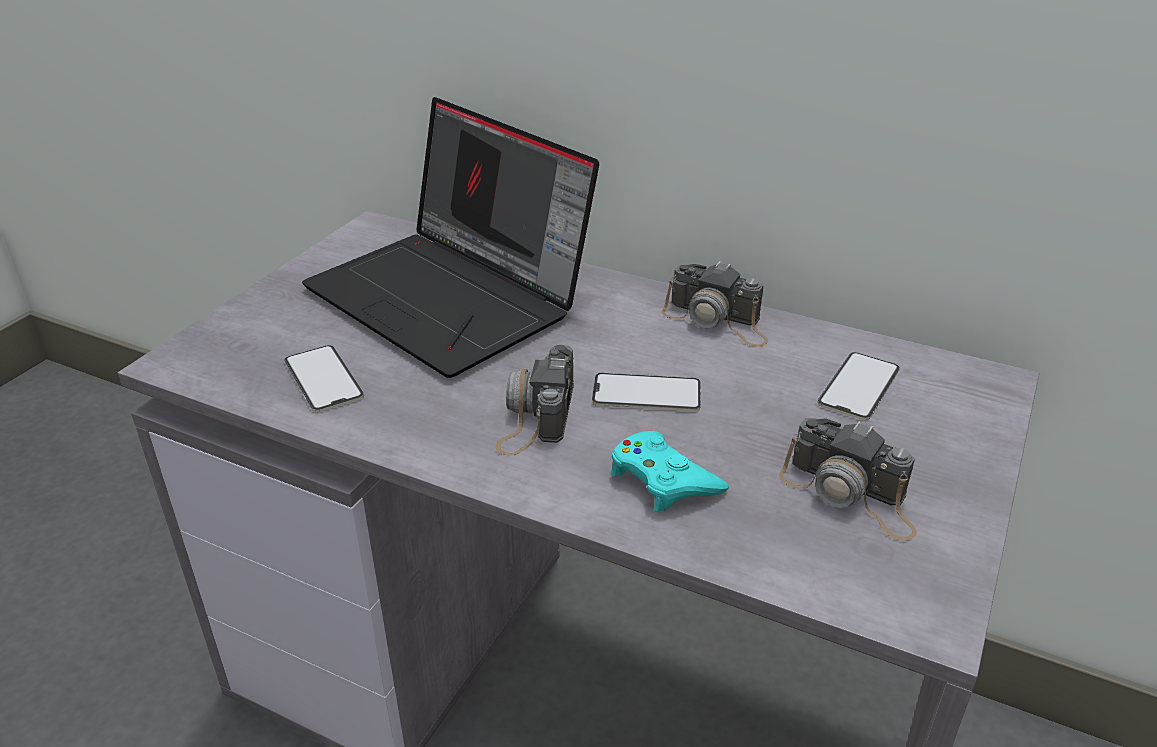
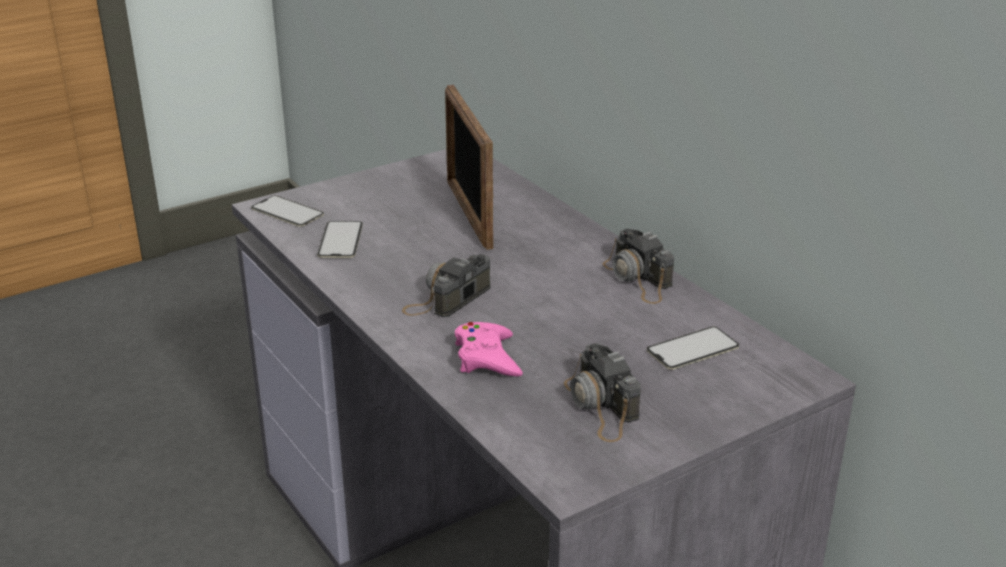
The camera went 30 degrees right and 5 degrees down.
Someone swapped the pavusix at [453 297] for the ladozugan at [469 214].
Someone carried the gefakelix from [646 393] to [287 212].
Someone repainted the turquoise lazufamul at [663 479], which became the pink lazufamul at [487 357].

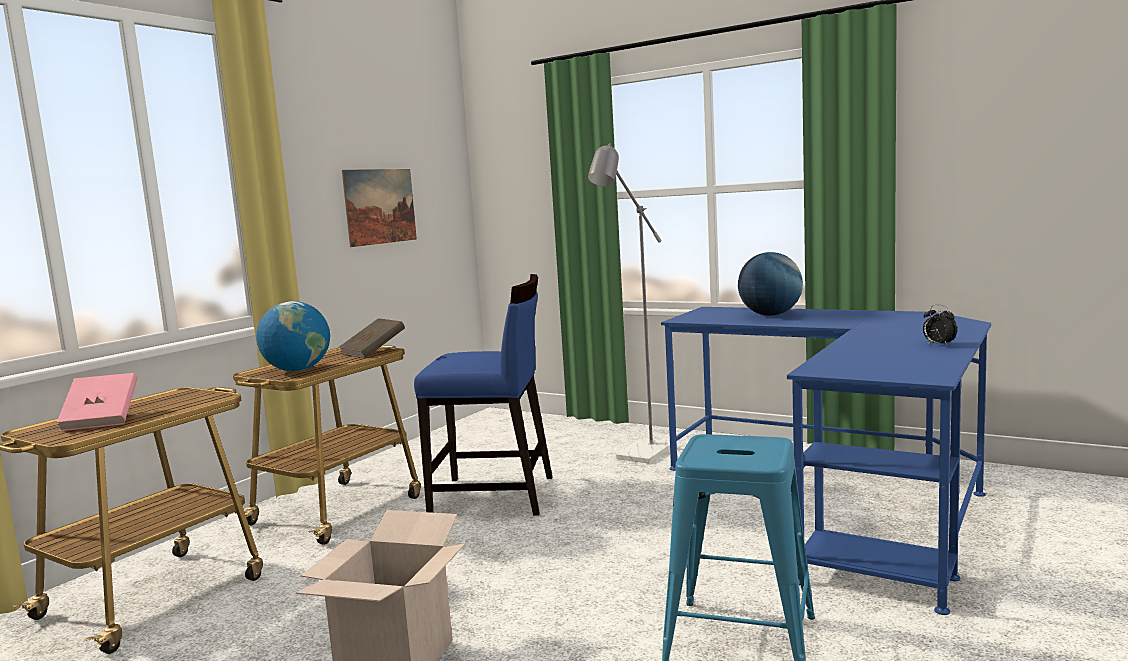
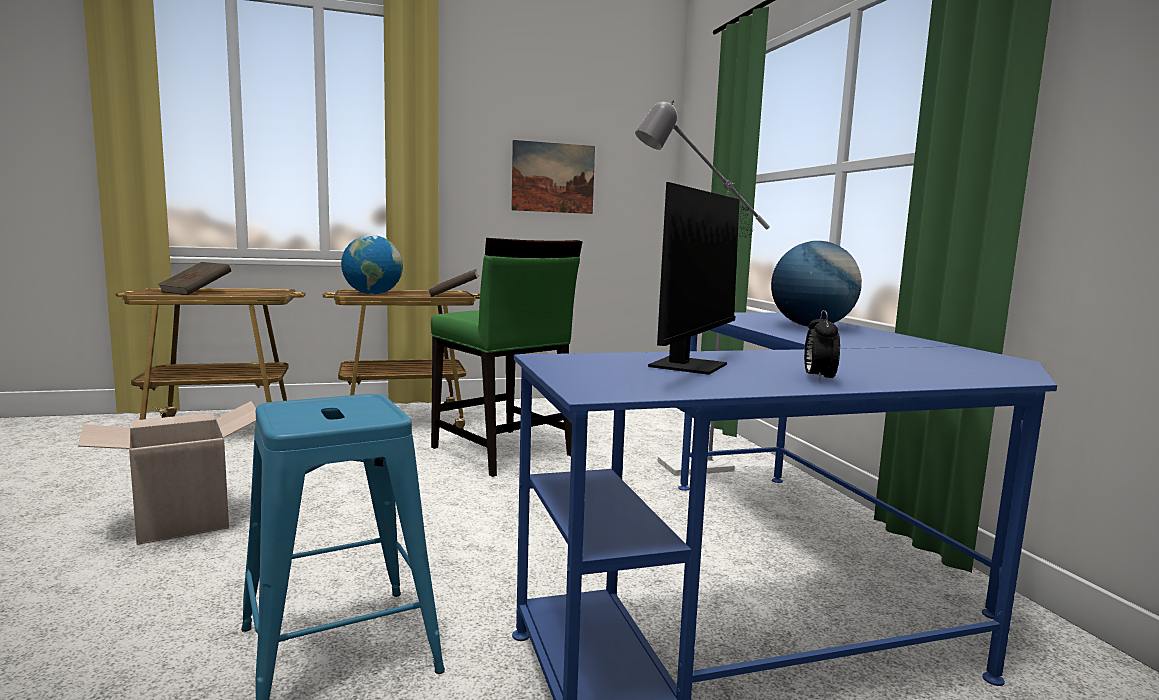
The camera went 40 degrees right and 0 degrees up.
Someone repainted the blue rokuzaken at [494 496], which became the green rokuzaken at [502 452].
Someone repainted the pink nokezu at [102 420], which became the brown nokezu at [196 292].
Someone put down the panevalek at [694 364].

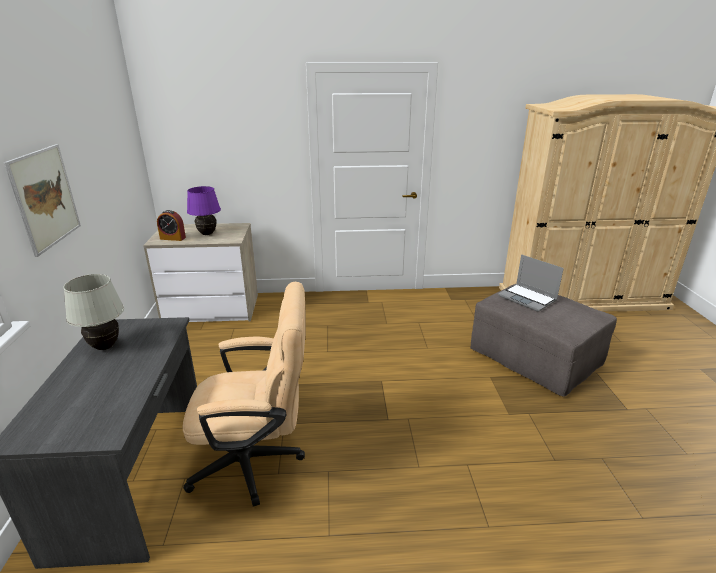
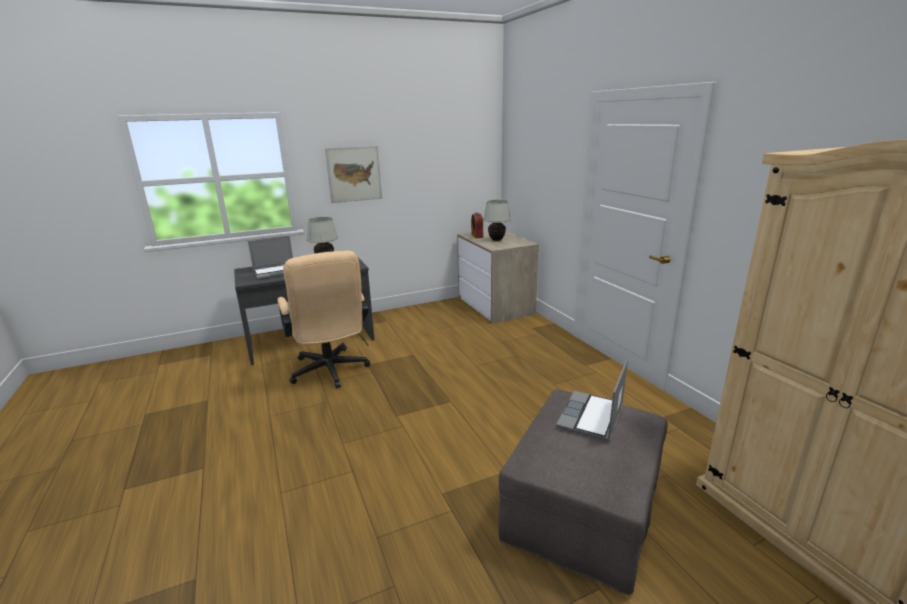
The camera went 70 degrees right and 5 degrees down.
Someone repainted the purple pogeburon at [207 234], which became the white pogeburon at [496 240].
Someone put down the pavusix at [277 272].

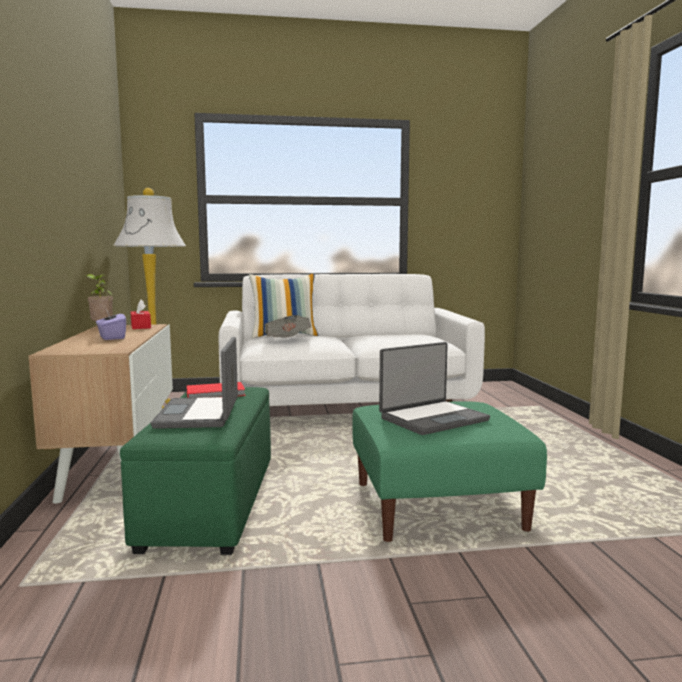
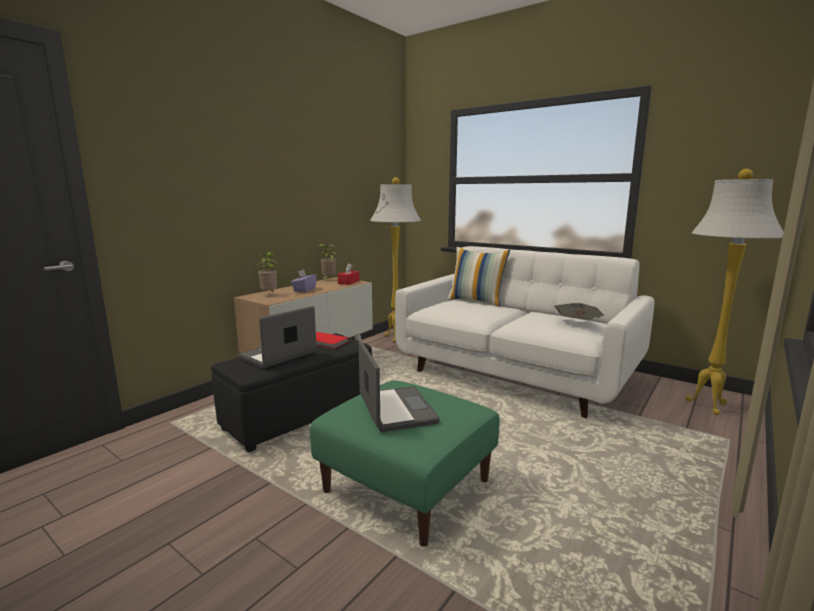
The camera went 45 degrees right and 5 degrees up.
Someone carried the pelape from [287 340] to [578 324].
Someone rotated the pavusix at [432 419] by 120 degrees counterclockwise.
Someone repainted the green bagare at [210 505], which became the black bagare at [299 416].
Someone put down the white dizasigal at [706 406].
Someone put down the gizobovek at [270 294].

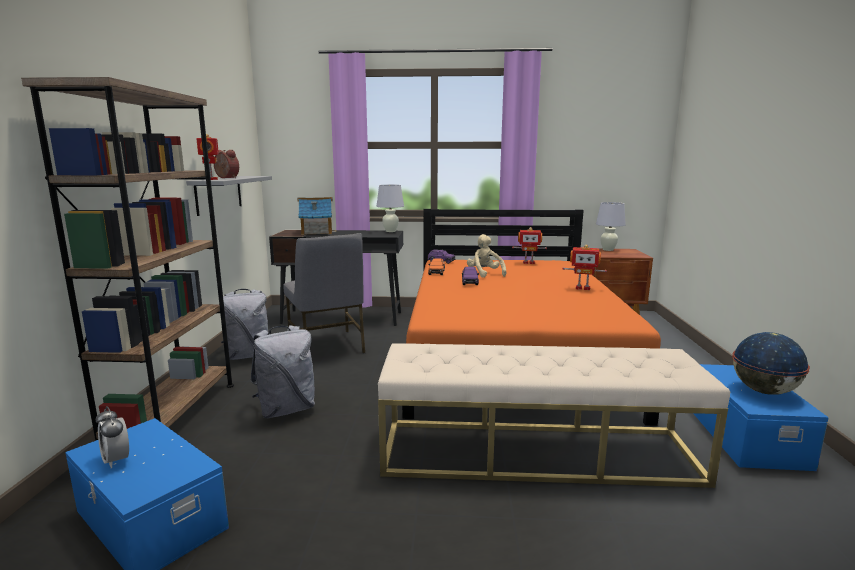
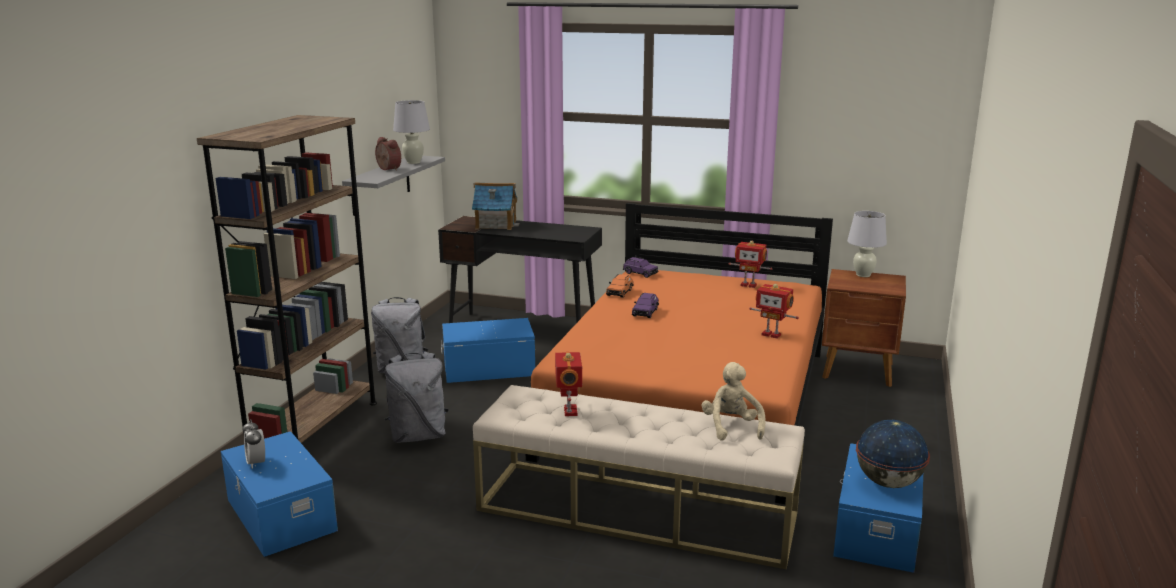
The camera went 15 degrees right and 5 degrees up.
Someone carried the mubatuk from [211 179] to [569 411].
Someone carried the white pogeburon from [390 231] to [413 162].
Someone swapped the grey rokuzaken at [327 346] for the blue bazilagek at [488 368].
Someone carried the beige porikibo from [485 274] to [731 427].

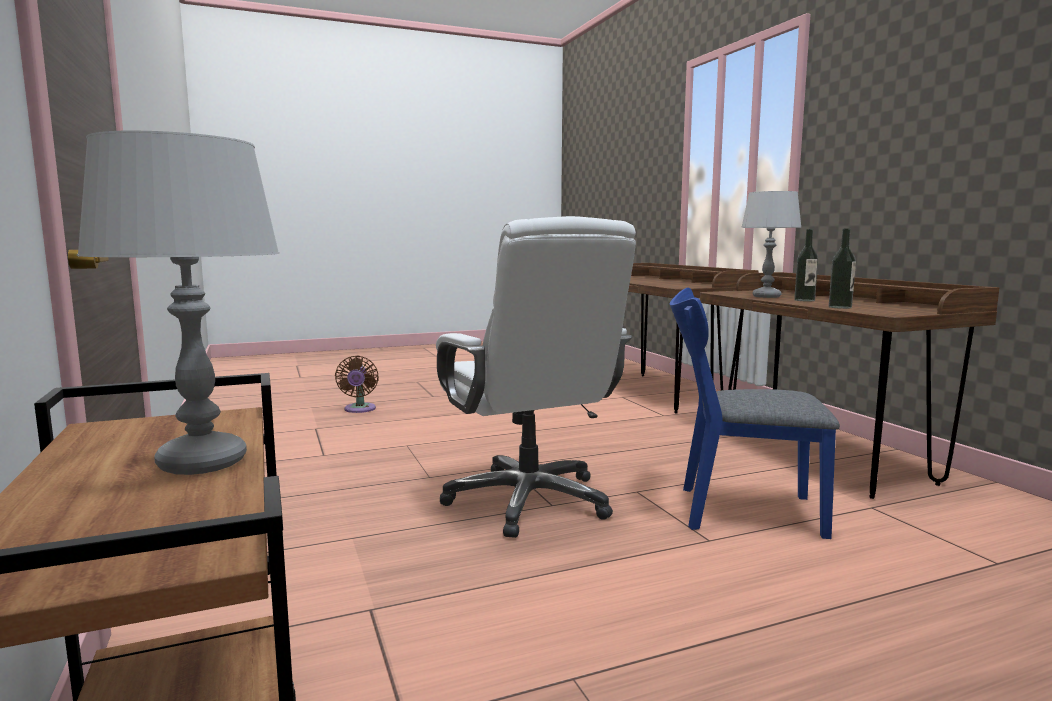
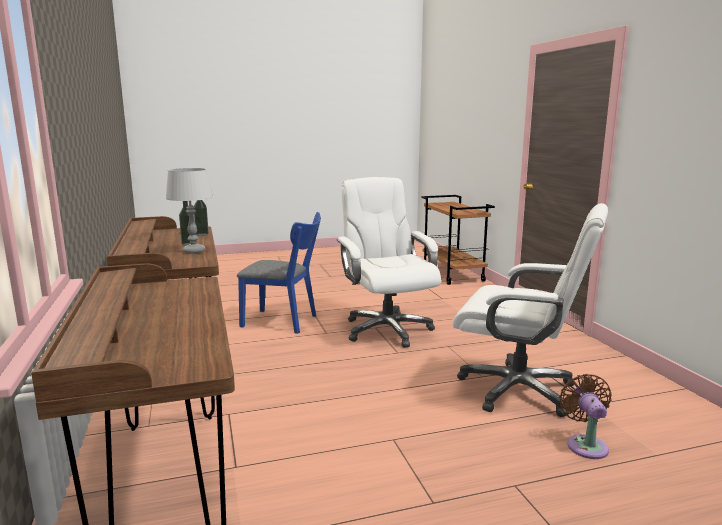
The camera went 175 degrees left and 5 degrees up.
Someone took away the grey pogeburon at [203 463].
Someone put down the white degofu at [518 390].

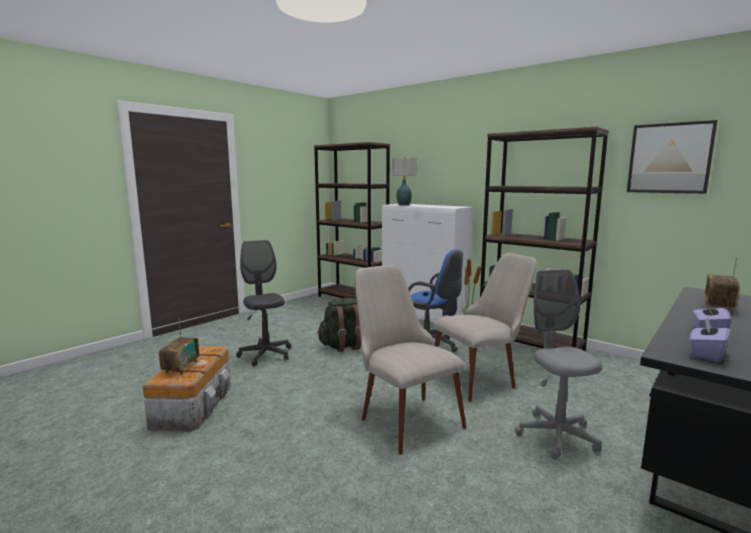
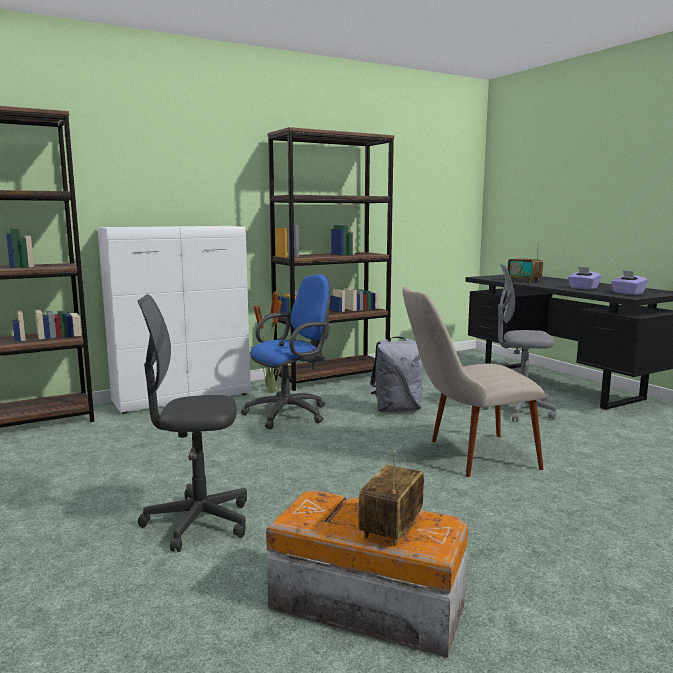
The camera went 70 degrees left and 0 degrees up.
Someone took away the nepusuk at [669 158].
Someone took away the pogeburon at [403 205].
Someone swapped the beige rokuzaken at [481 377] for the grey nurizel at [397 409].
Someone took away the green nurizel at [345 346].
Someone rotated the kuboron at [181 367] by 90 degrees counterclockwise.

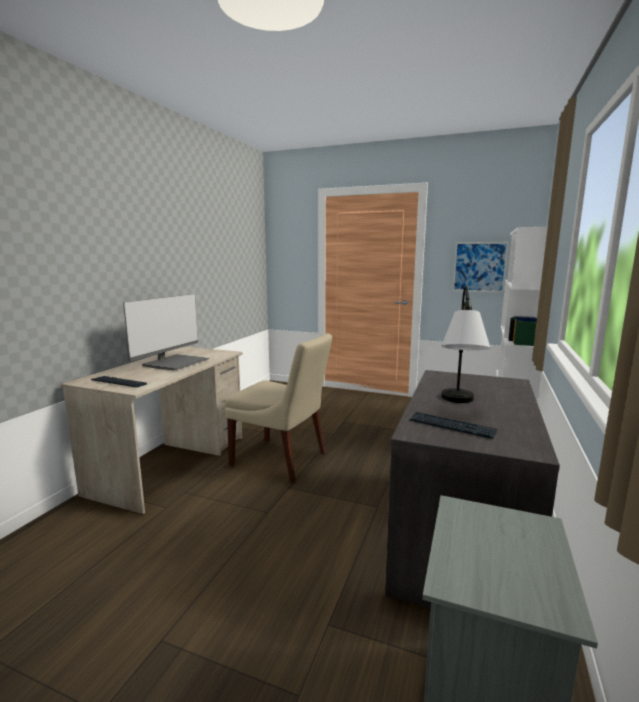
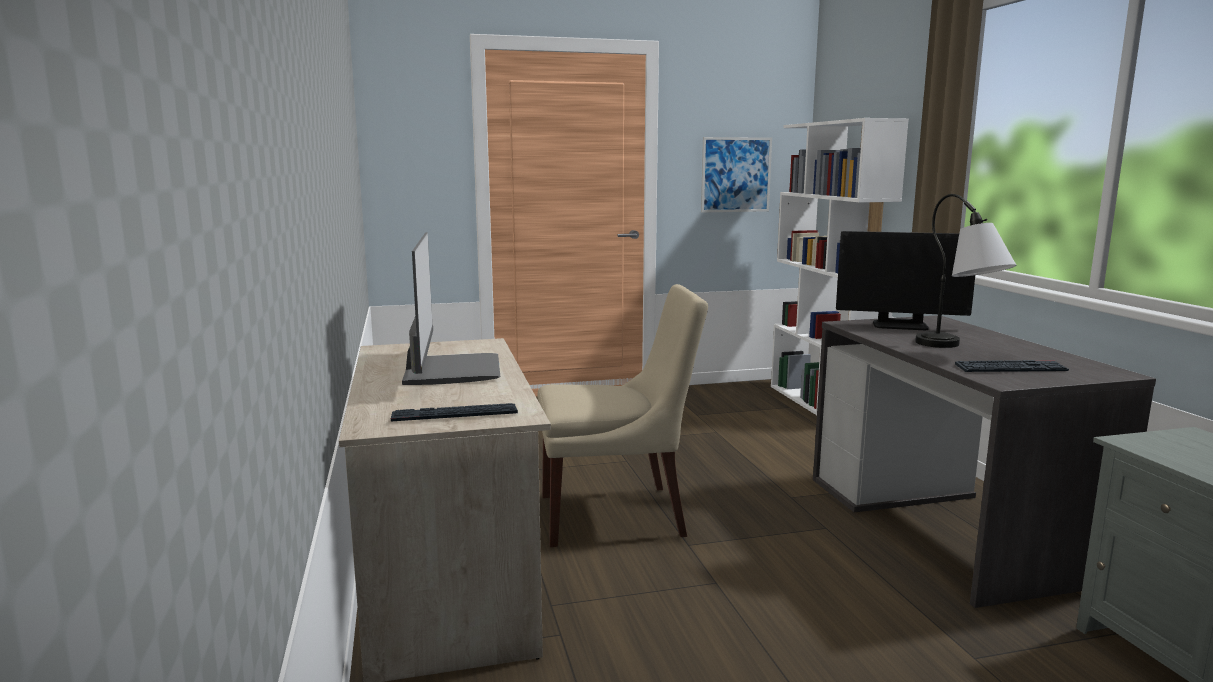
The camera went 35 degrees left and 0 degrees up.
Someone put down the panevalek at [900 325].

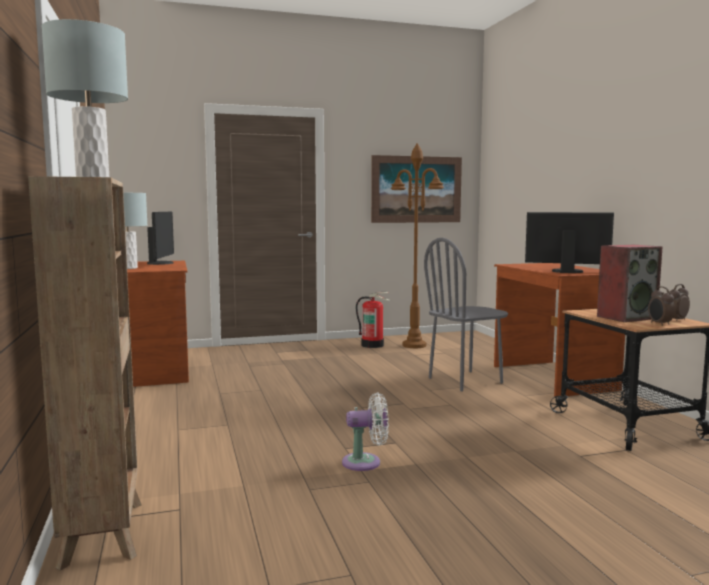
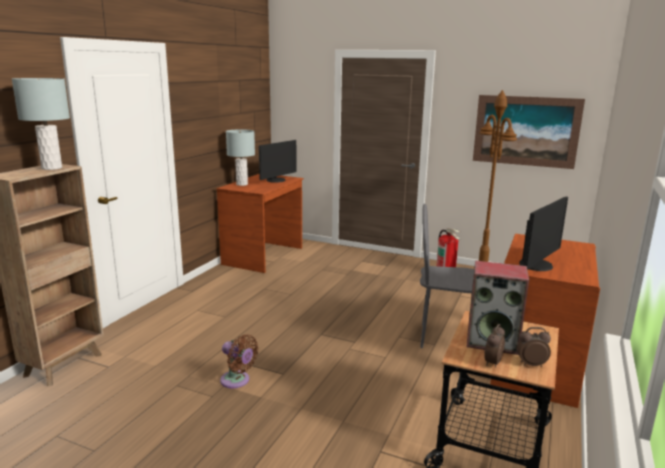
The camera went 40 degrees right and 10 degrees up.
Someone rotated the panevalek at [567 271] by 75 degrees clockwise.
Someone repainted the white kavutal at [365 462], which became the brown kavutal at [237 381].

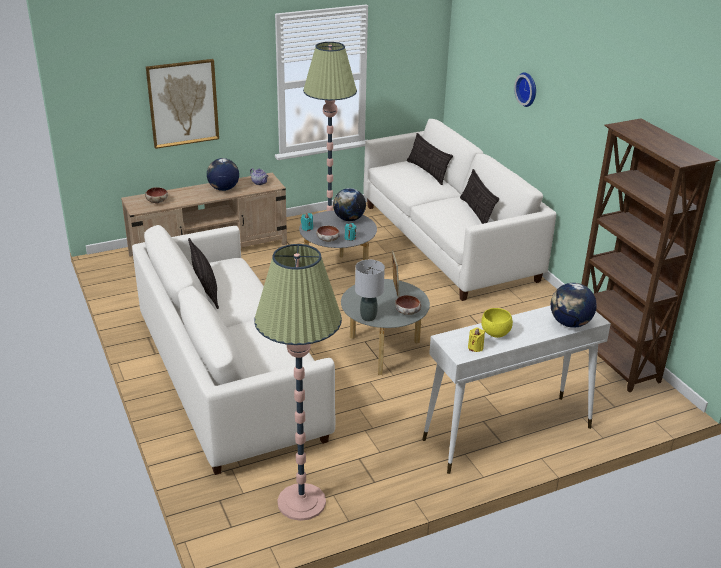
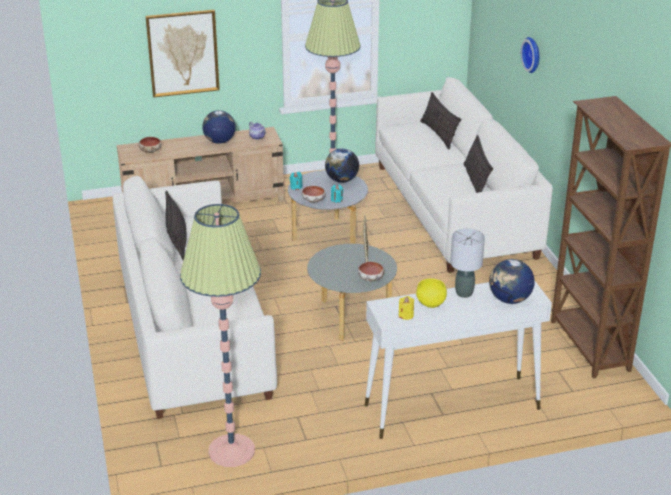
The camera went 10 degrees right and 0 degrees up.
Someone carried the grey pogeburon from [368 317] to [464 293].

